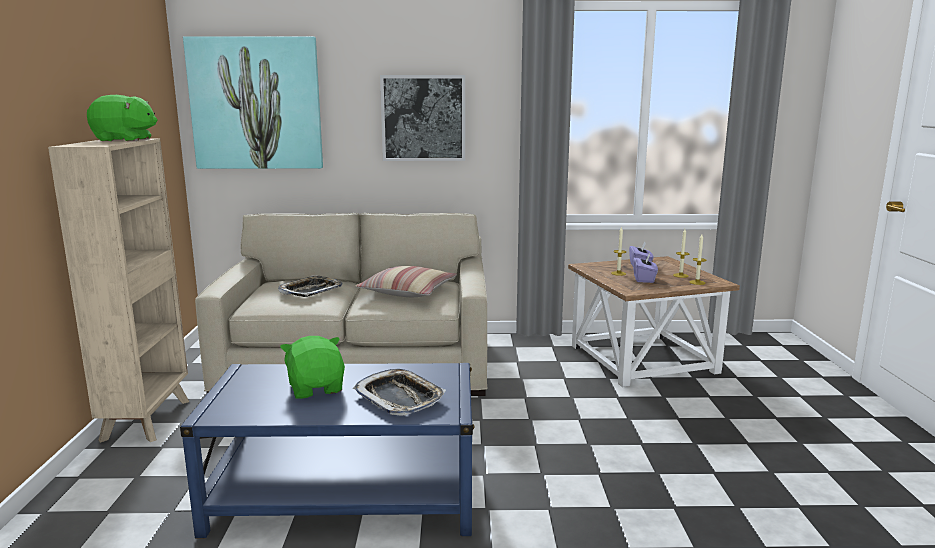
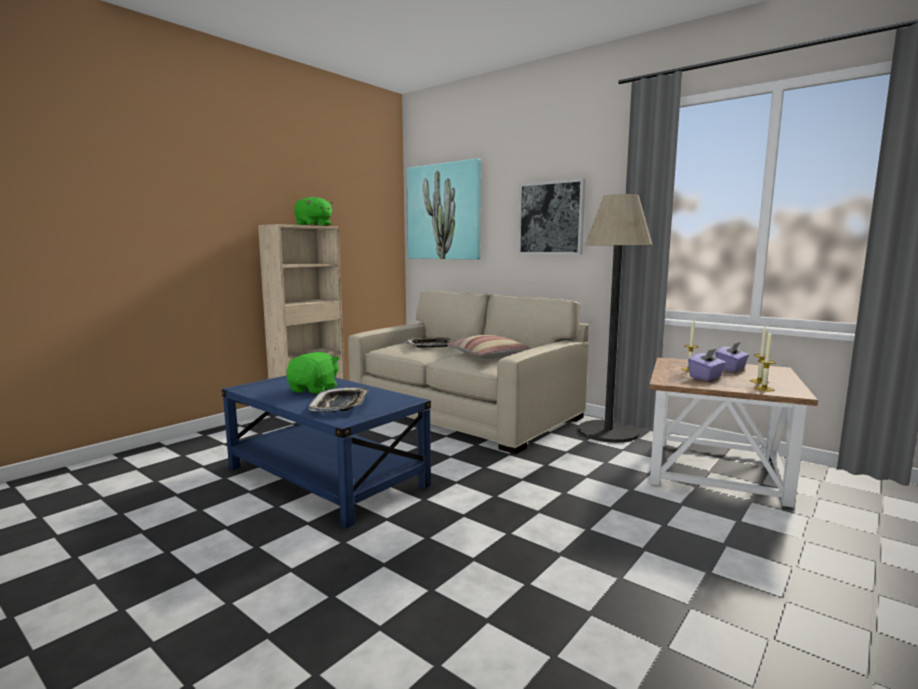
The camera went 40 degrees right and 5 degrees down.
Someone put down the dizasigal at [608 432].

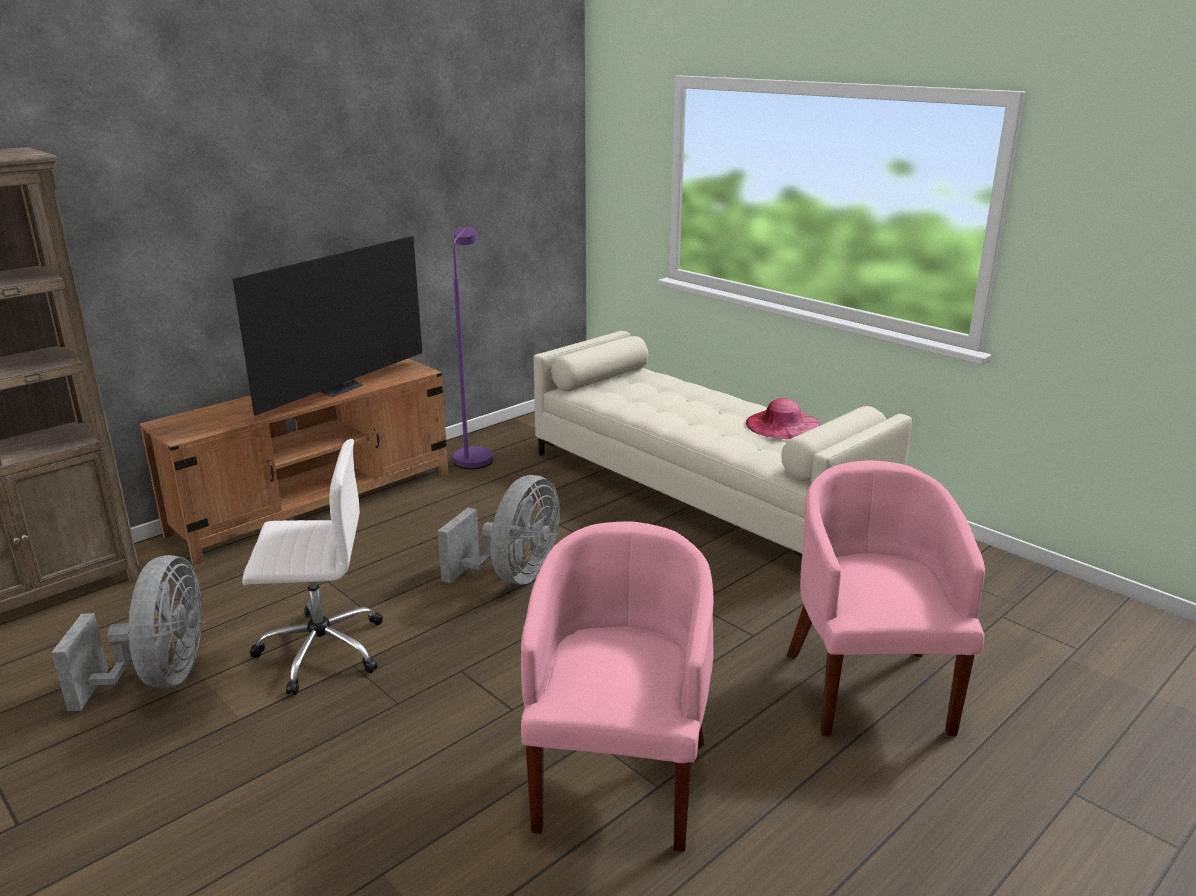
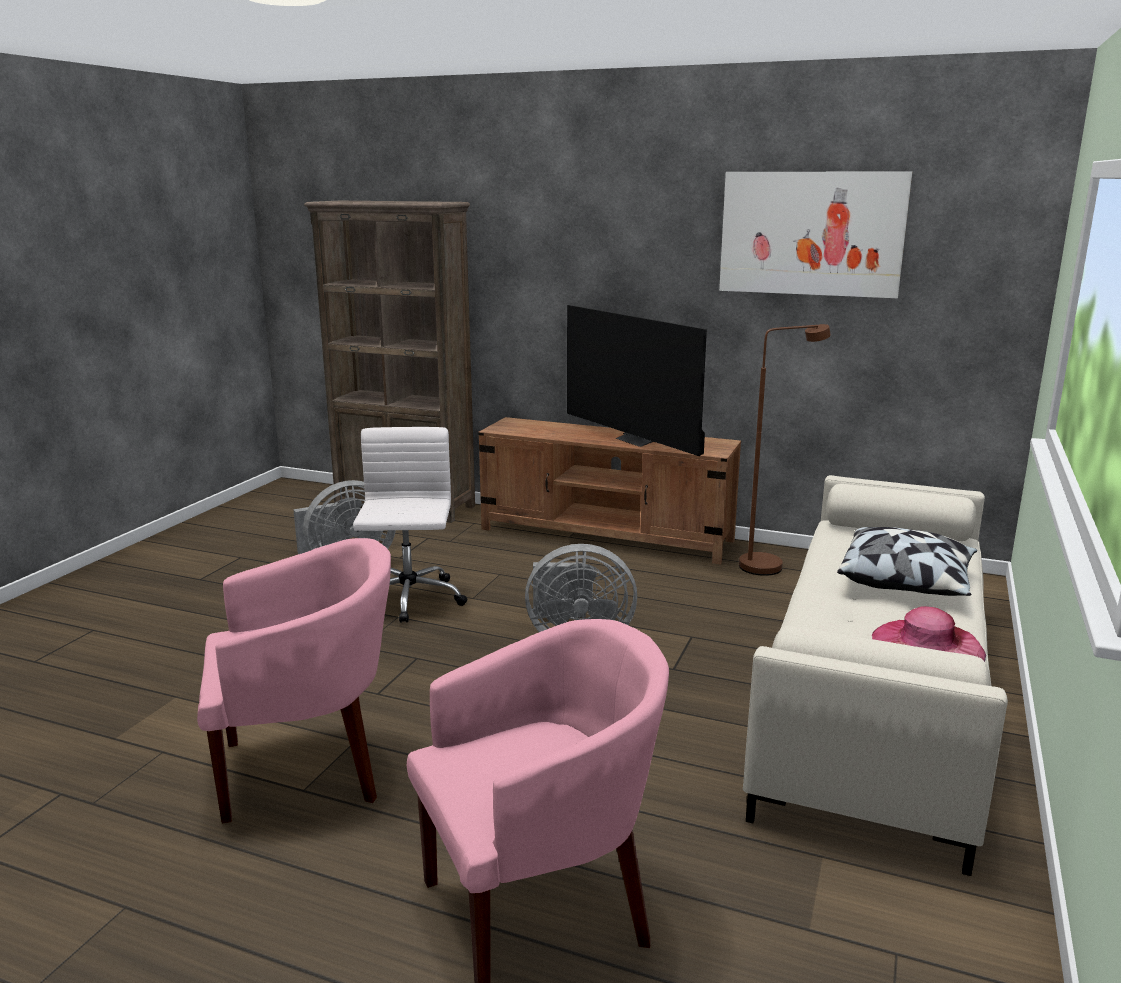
The camera went 65 degrees right and 5 degrees down.
Someone repainted the purple dizasigal at [473 456], which became the brown dizasigal at [770 564].
Someone rotated the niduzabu at [338 388] by 45 degrees clockwise.
Someone rotated the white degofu at [319 650] by 150 degrees counterclockwise.
Someone put up the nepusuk at [811 233].
Someone put down the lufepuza at [906 582].

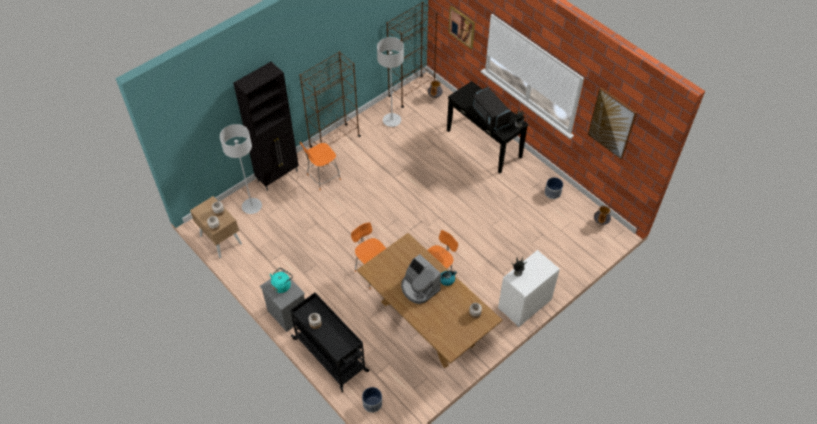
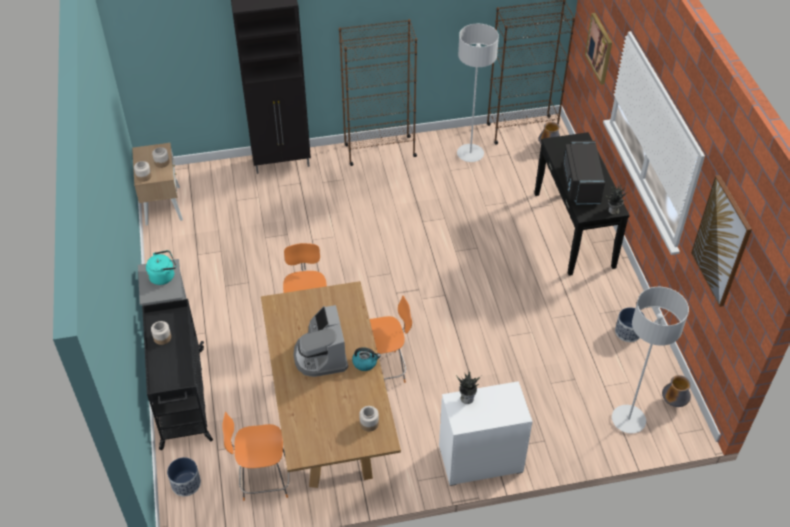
The camera went 30 degrees right and 5 degrees down.
Someone carried the grey dizasigal from [252 206] to [628 420].
Someone carried the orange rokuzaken from [322 178] to [263 479].

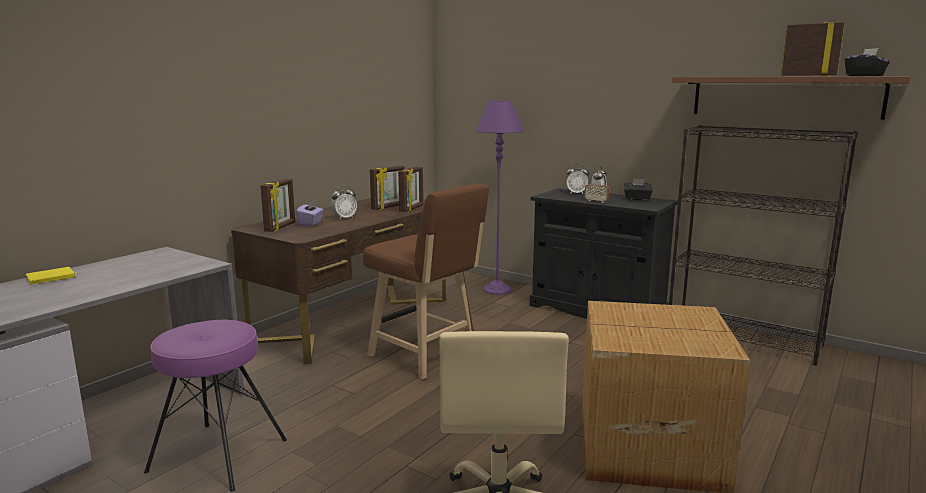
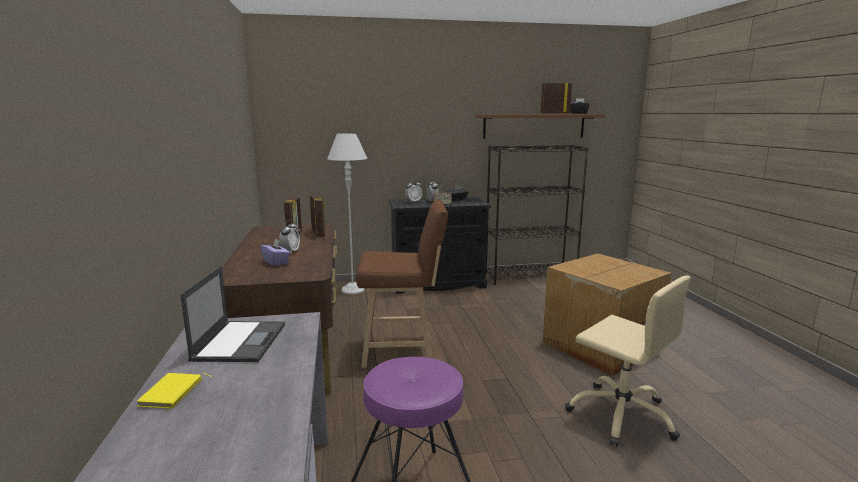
The camera went 45 degrees left and 0 degrees up.
Someone repainted the purple dizasigal at [497 290], which became the grey dizasigal at [353 290].
Someone took away the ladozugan at [281 227].
Someone put down the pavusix at [240 341].

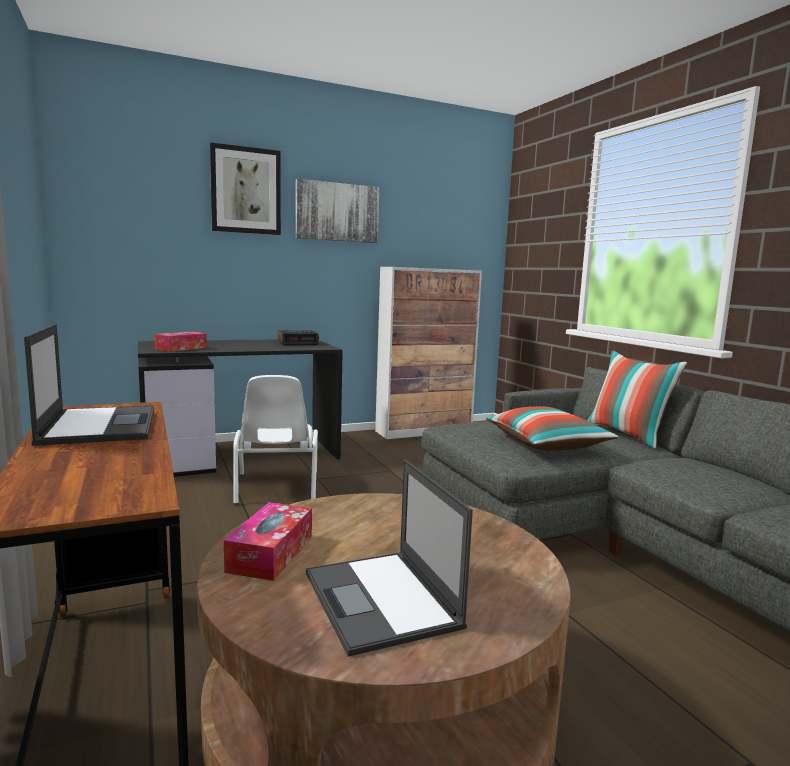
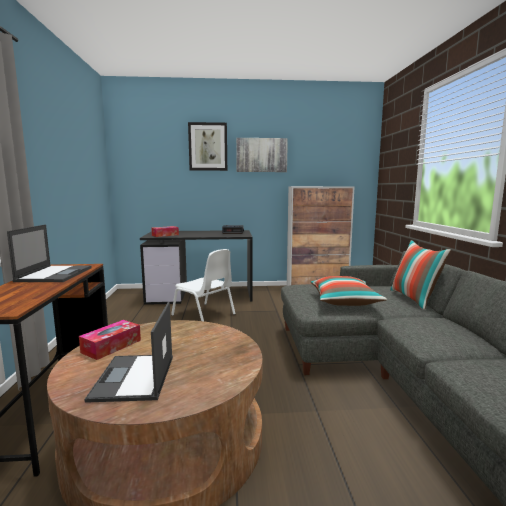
The camera went 20 degrees right and 0 degrees up.
Someone rotated the white rokuzaken at [276 488] by 60 degrees counterclockwise.

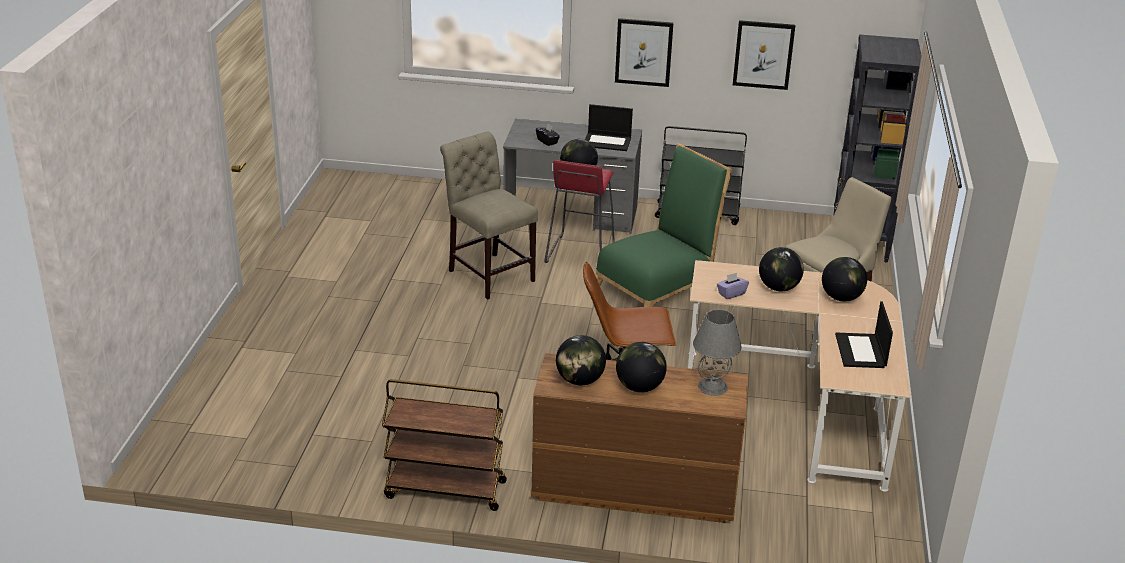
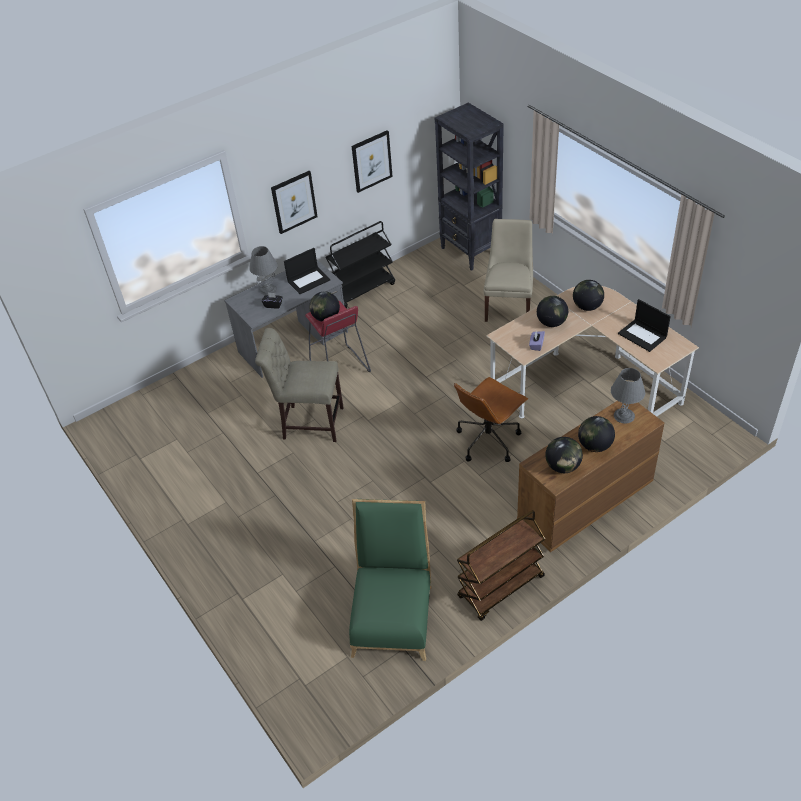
The camera went 40 degrees left and 15 degrees up.
Someone carried the green rokuzaken from [658 288] to [393 614].
Someone put down the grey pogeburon at [268 289].

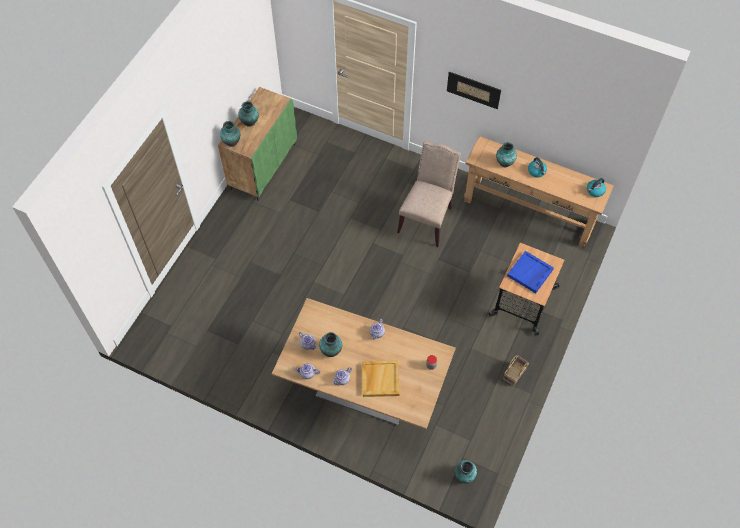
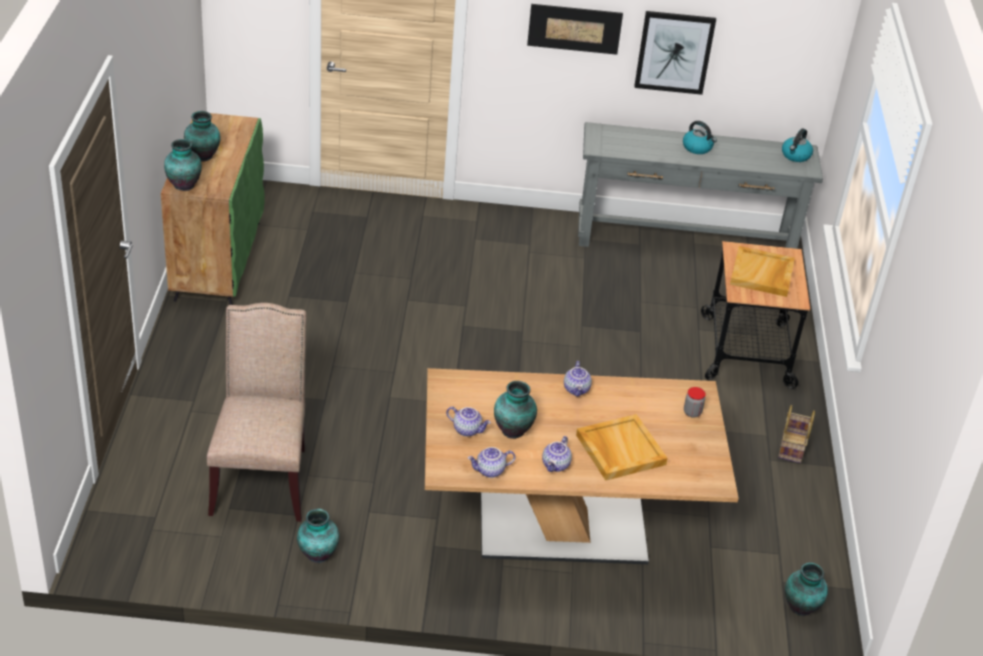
The camera went 25 degrees left and 20 degrees down.
Someone repainted the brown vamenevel at [529 211], which became the grey vamenevel at [684 240].
Someone carried the beige rokuzaken from [427 218] to [262 477].
Someone carried the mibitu from [504 163] to [317 554].
Someone repainted the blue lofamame at [530 273], which became the beige lofamame at [762 274].
Someone put up the nepusuk at [674 52].

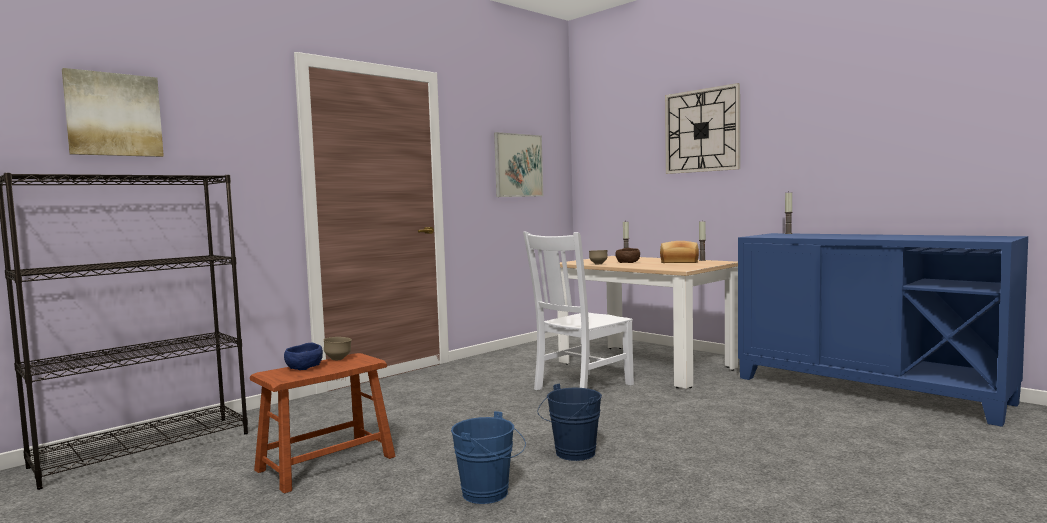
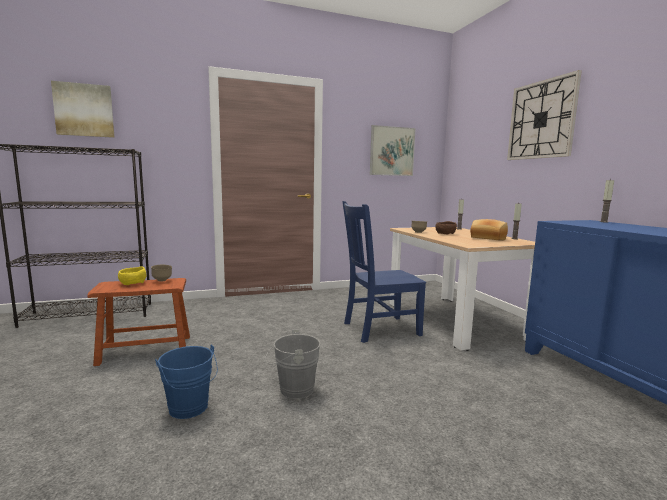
The camera went 25 degrees right and 5 degrees up.
Someone repainted the white rokuzaken at [581 387], which became the blue rokuzaken at [378 329].
Someone repainted the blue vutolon at [304 367], which became the yellow vutolon at [132 283].
Someone repainted the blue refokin at [571 454], which became the grey refokin at [292 390].

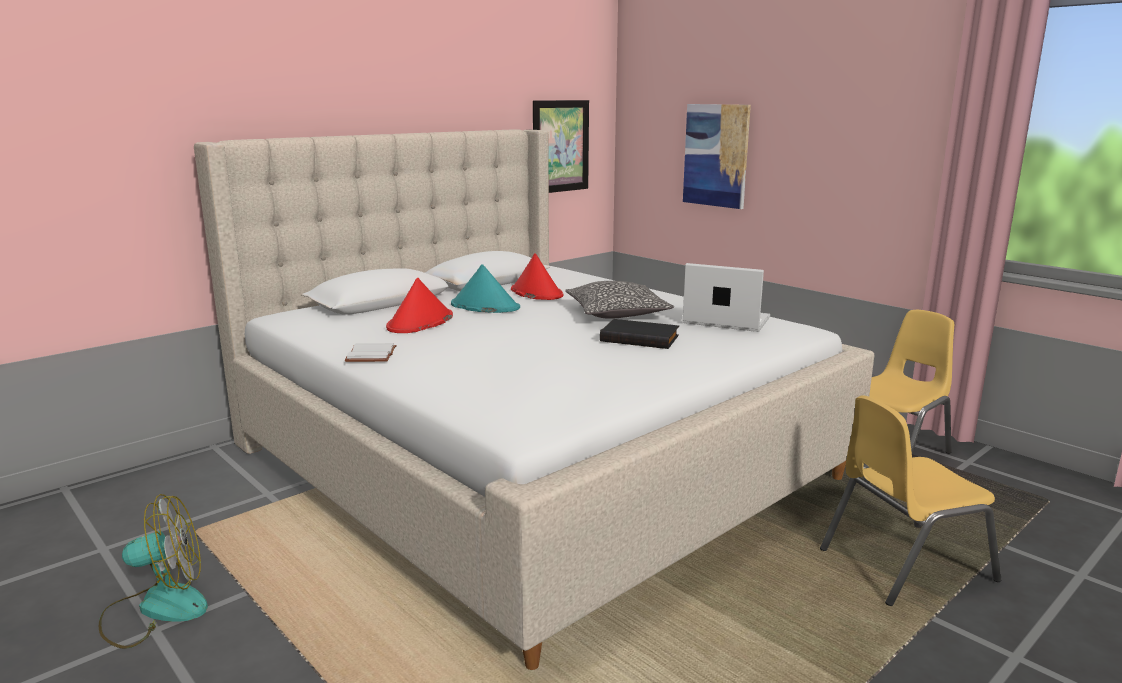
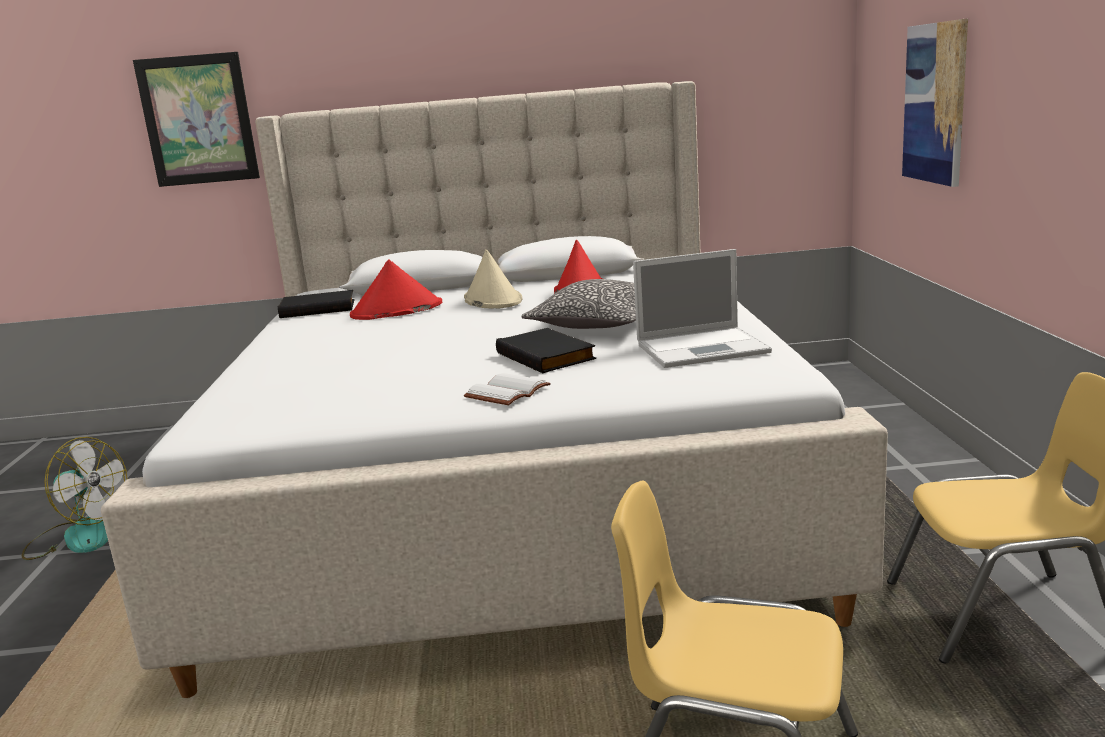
The camera went 40 degrees right and 0 degrees up.
Someone carried the nepusuk from [560 146] to [198 120].
Someone rotated the pavusix at [724 320] by 105 degrees clockwise.
Someone repainted the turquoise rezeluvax at [484 306], which became the beige rezeluvax at [492 300].
Someone carried the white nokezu from [372 355] to [508 393].
Someone put down the black nokezu at [318 308].

